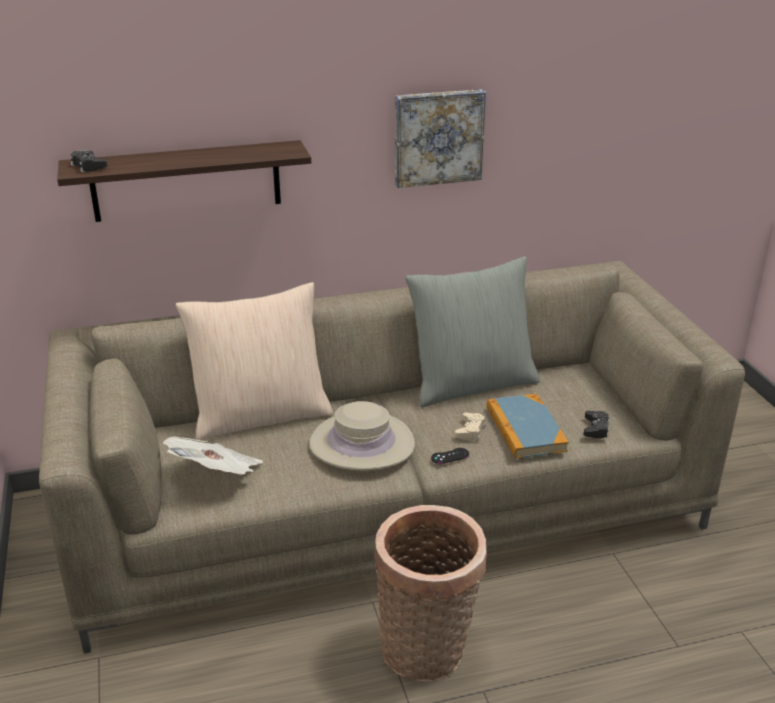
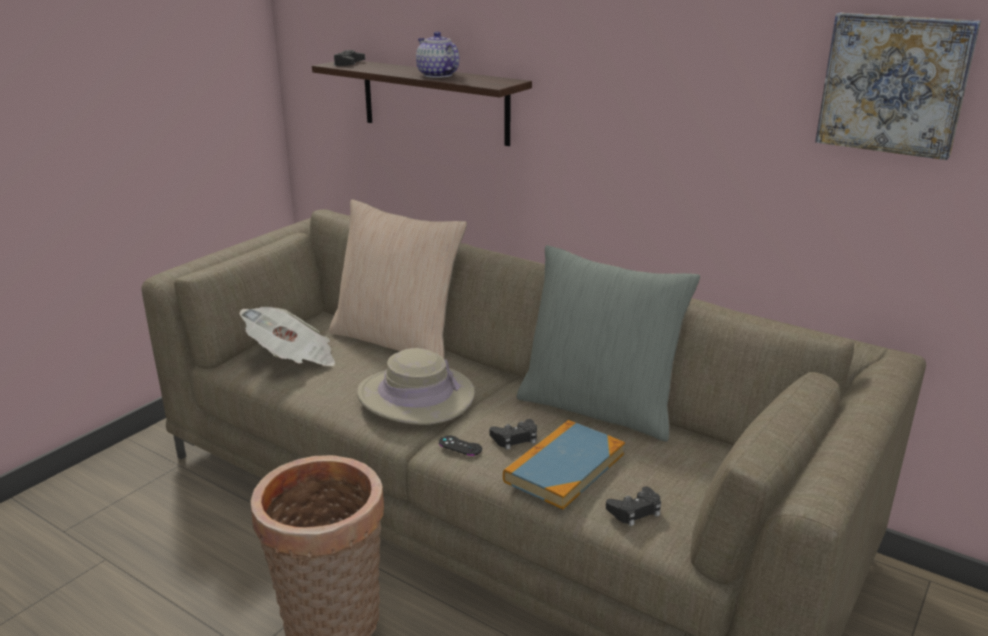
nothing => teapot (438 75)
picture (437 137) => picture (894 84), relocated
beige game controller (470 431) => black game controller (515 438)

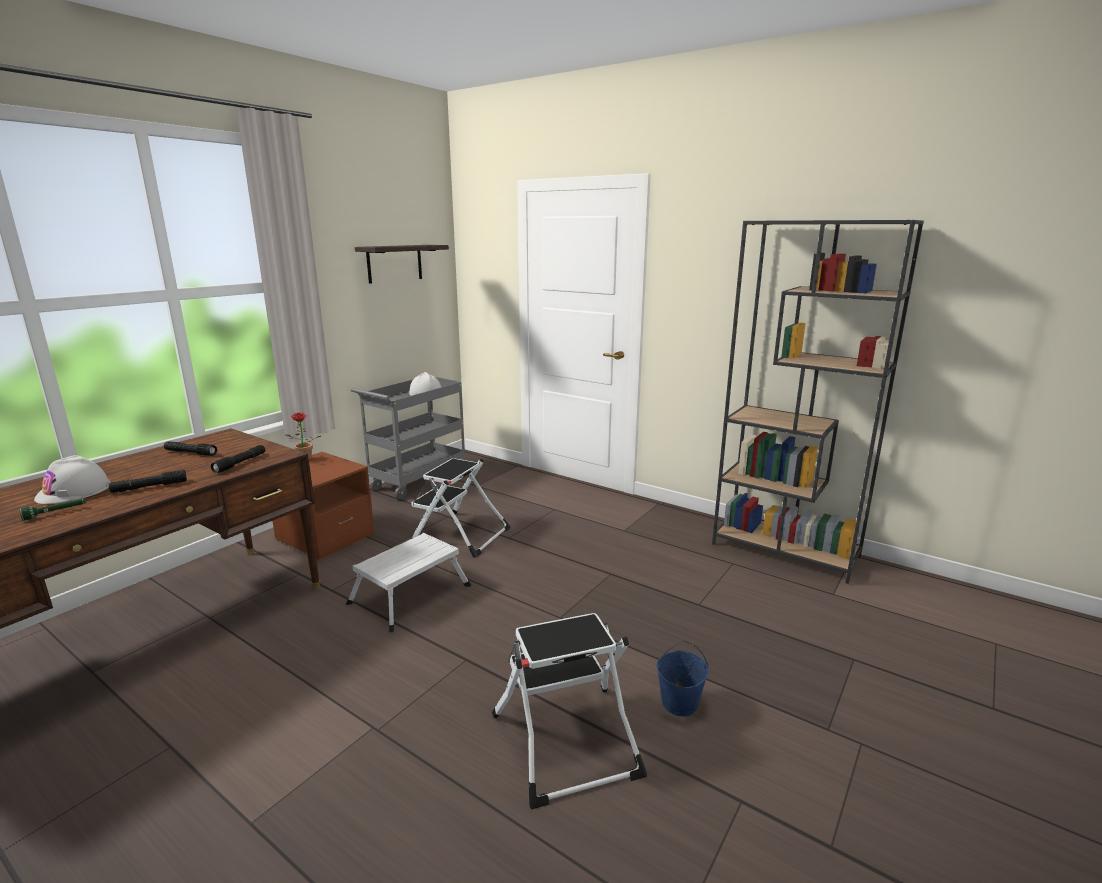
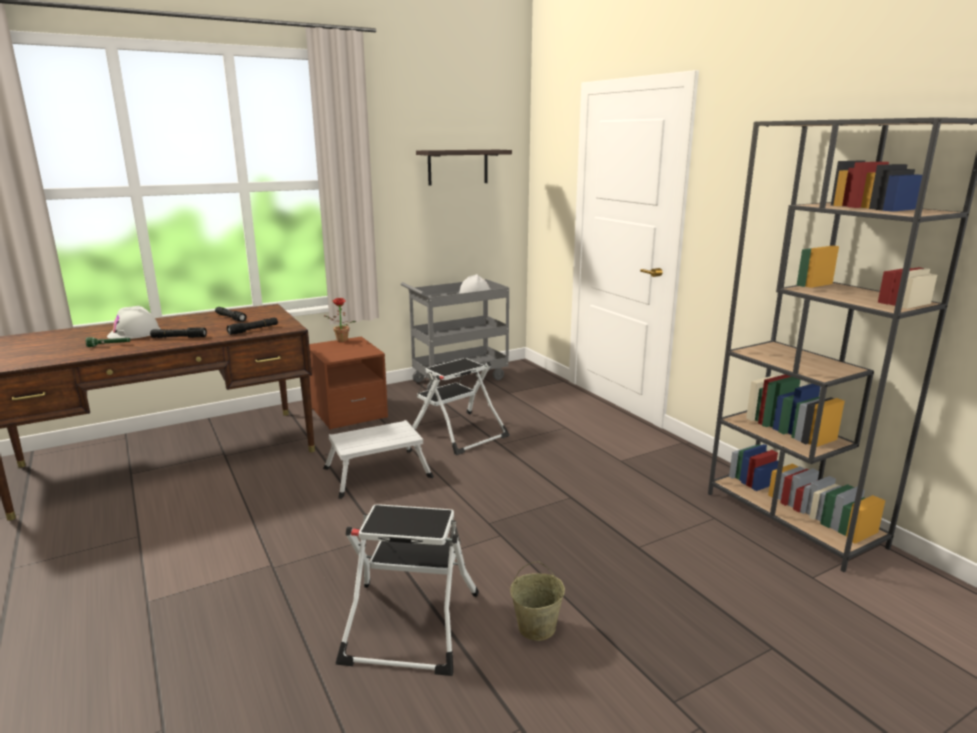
blue bucket (679 703) => beige bucket (537 627)

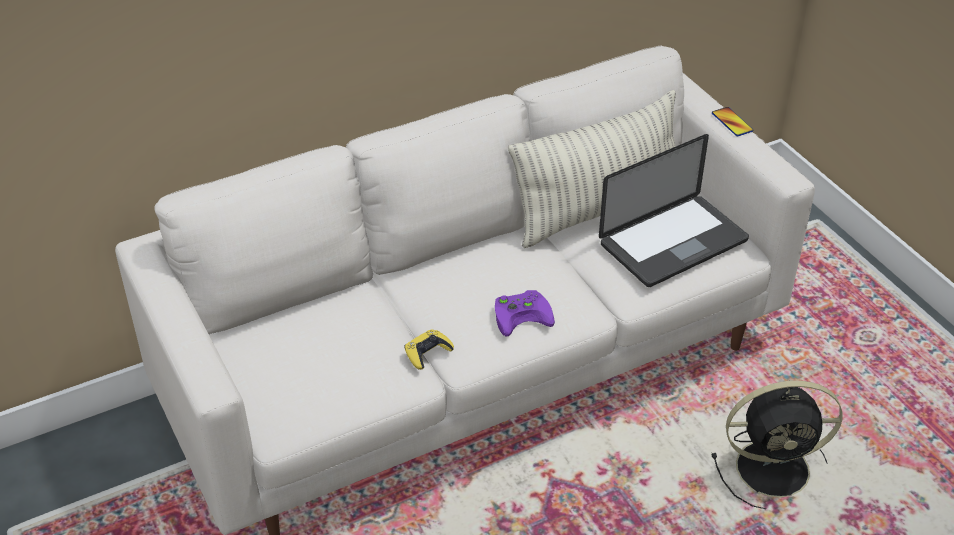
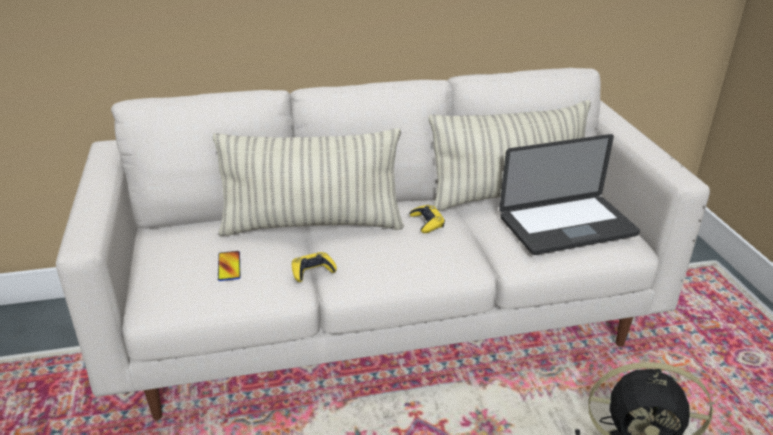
purple game controller (523 314) => nothing
nothing => pillow (312 225)
nothing => yellow game controller (427 222)
phone (732 122) => phone (229 266), relocated

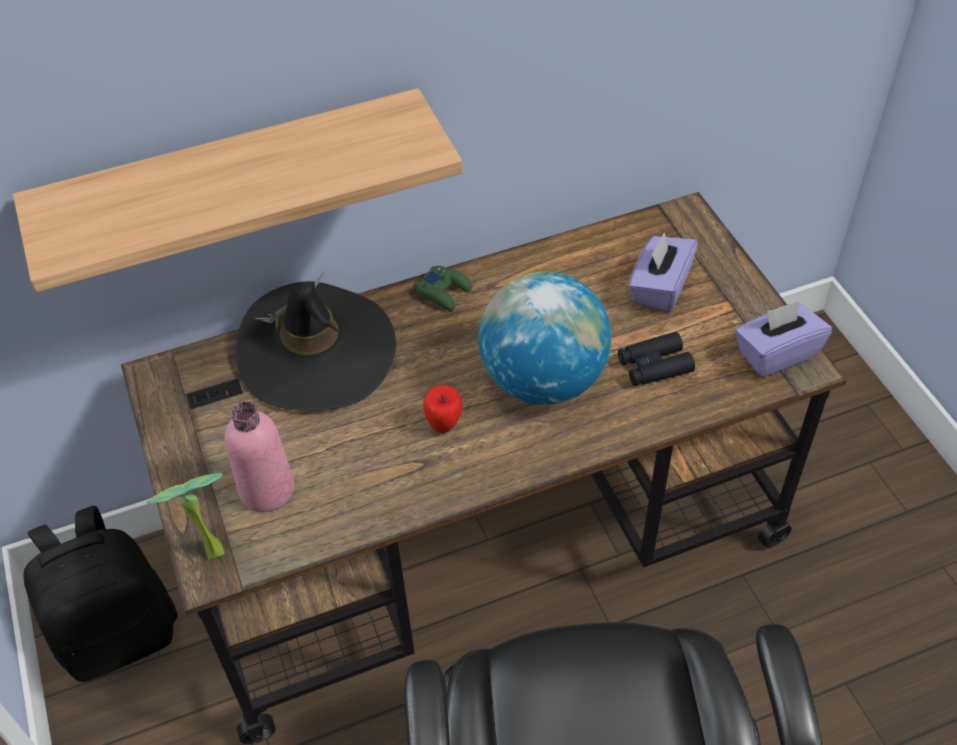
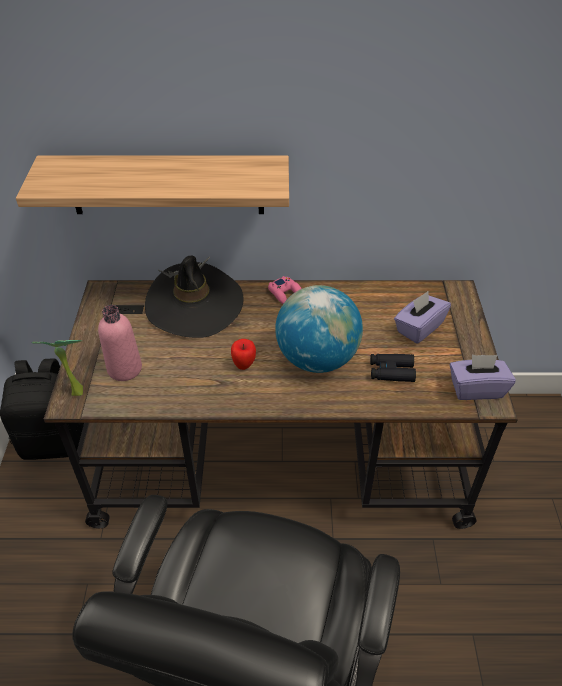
green game controller (444 292) => pink game controller (285 293)

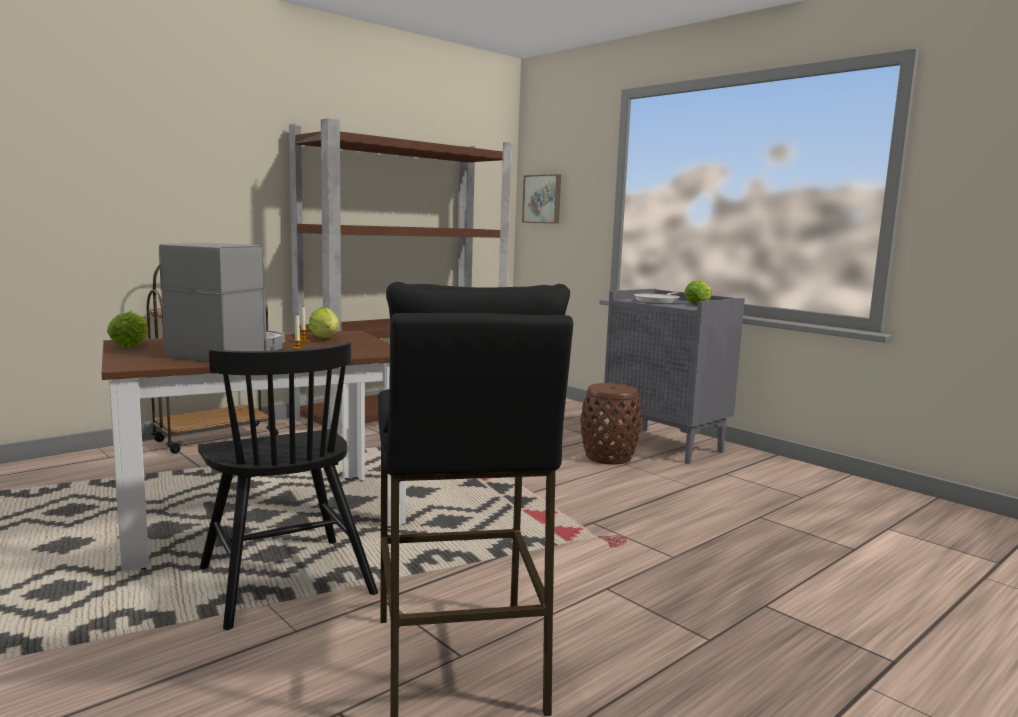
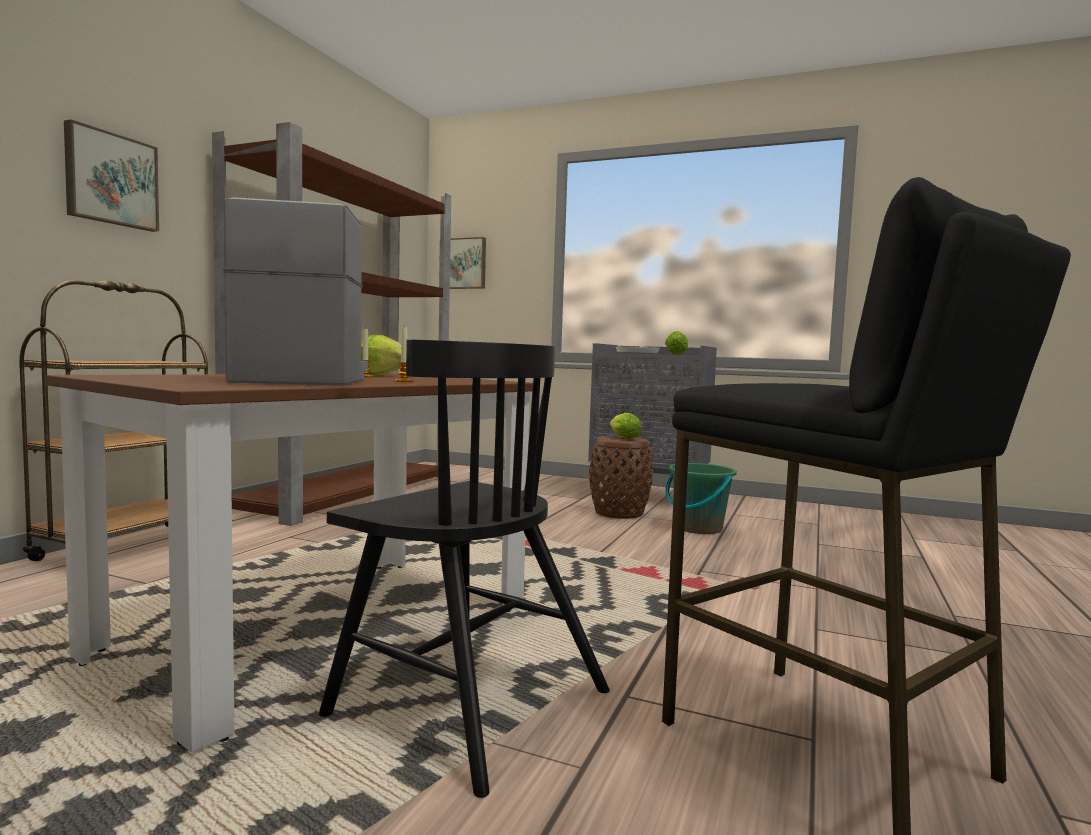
nothing => picture (110 179)
nothing => green bucket (698 528)
lettuce (132 345) => lettuce (622 438), relocated

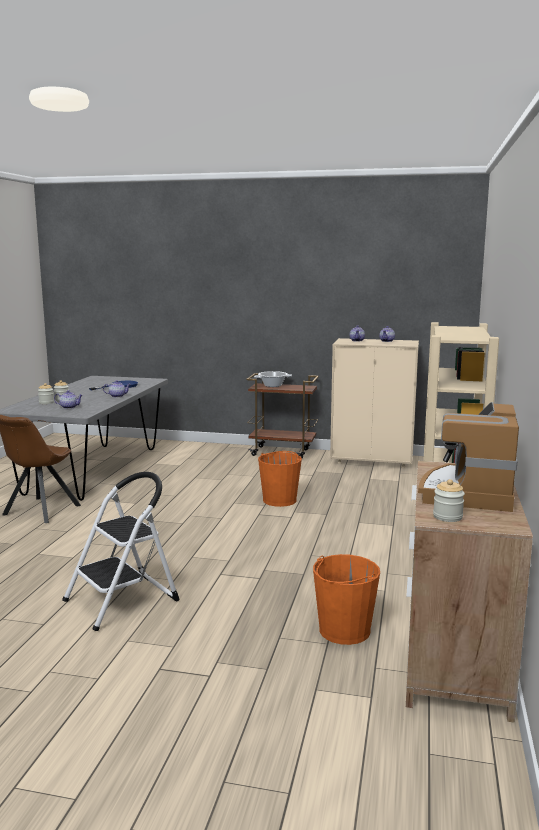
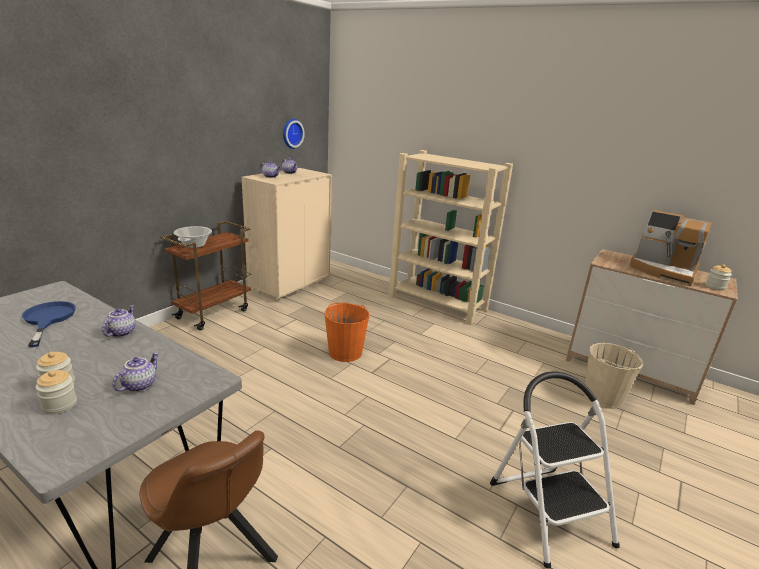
nothing => wall clock (291 133)
orange bucket (344 630) => beige bucket (603 397)

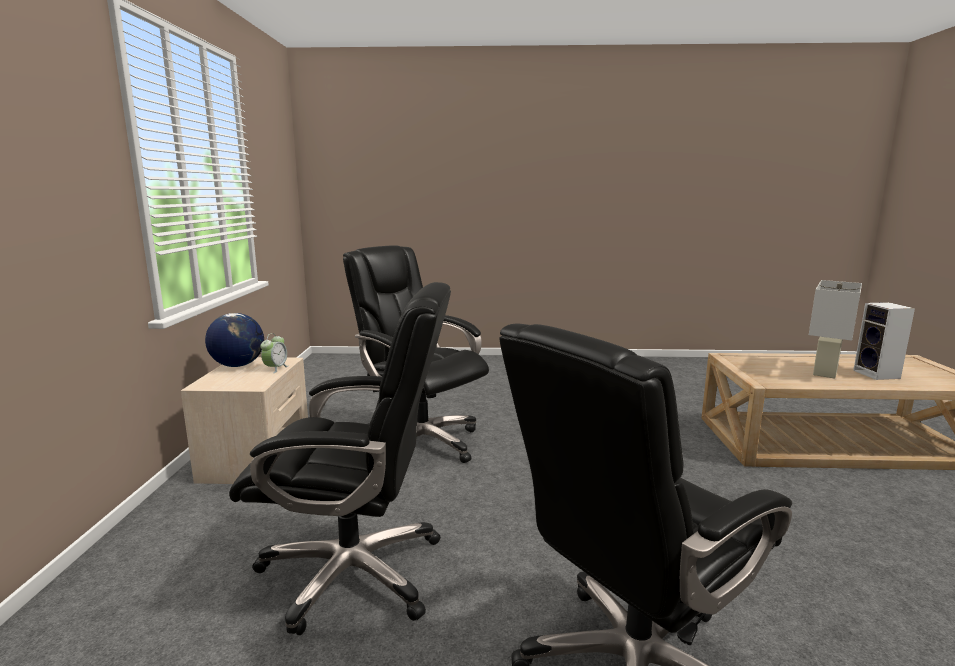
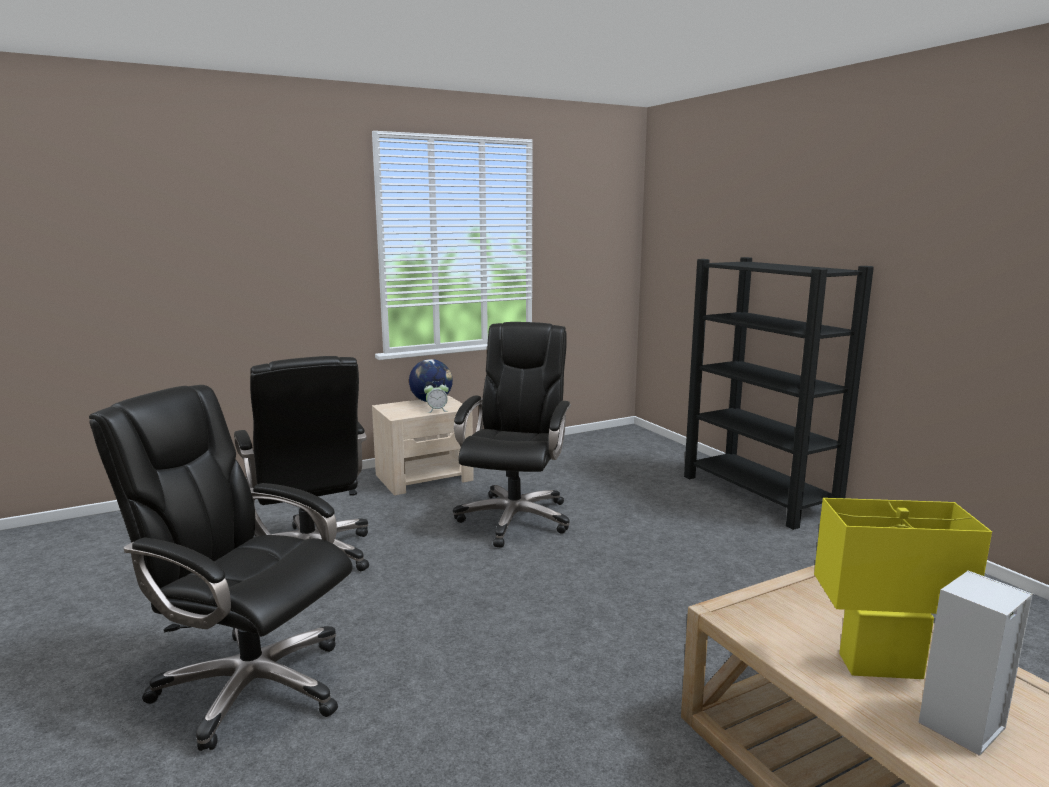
nothing => black bookcase (758 495)
white table lamp (825 372) => yellow table lamp (880 666)

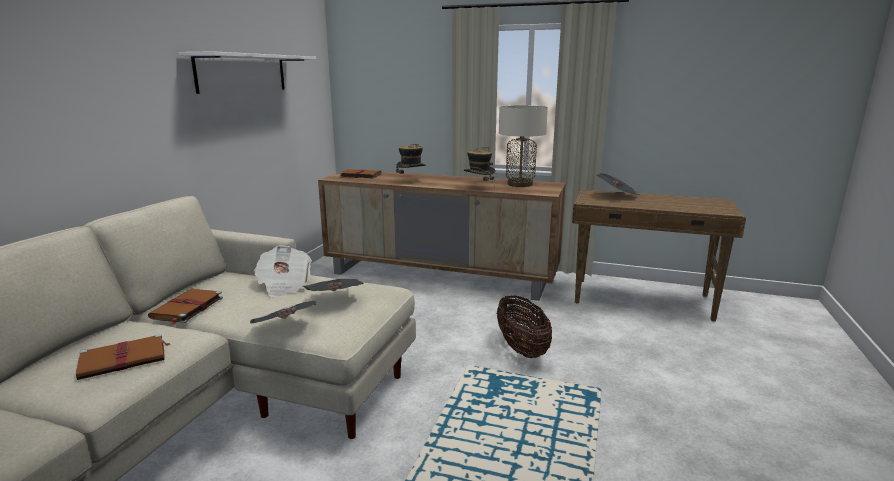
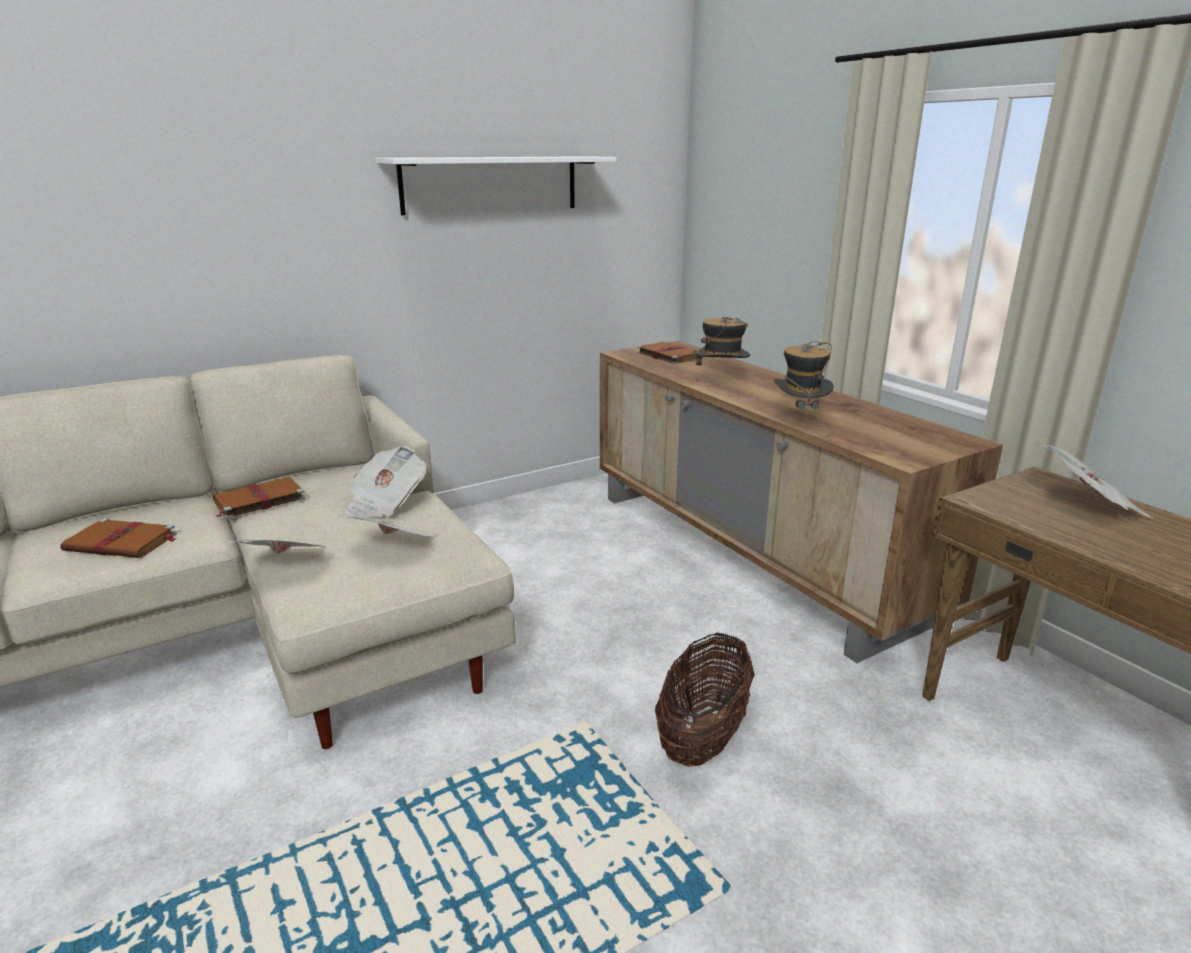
table lamp (520 184) => nothing

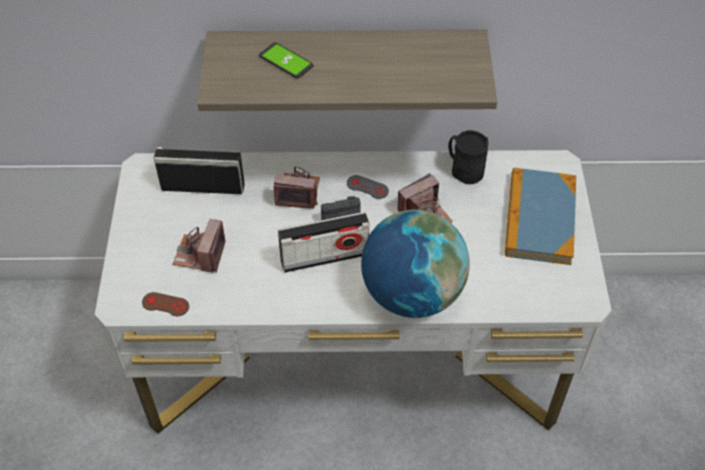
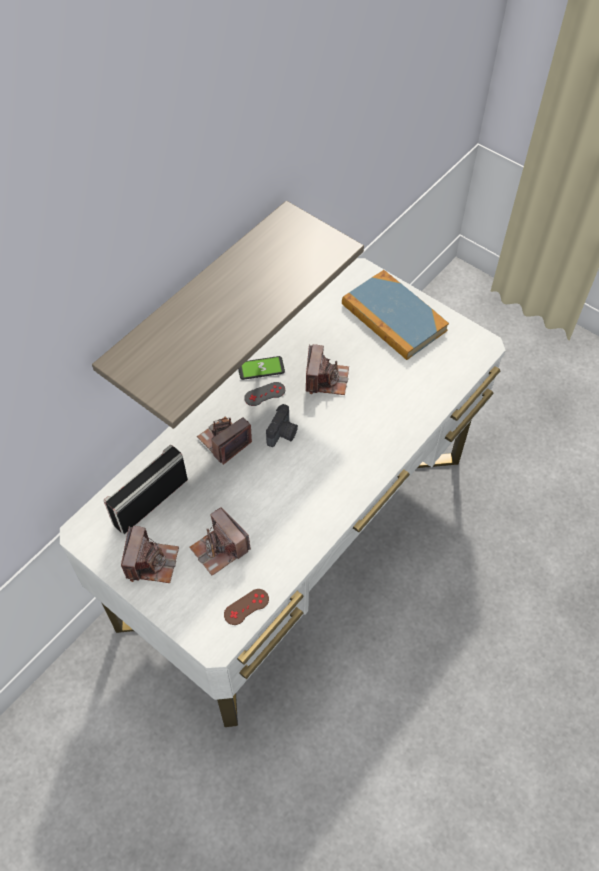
radio (324 257) => nothing
globe (412 293) => nothing
black mug (464 169) => nothing
nothing => photo camera (151 562)
phone (286 61) => phone (261 368), relocated

